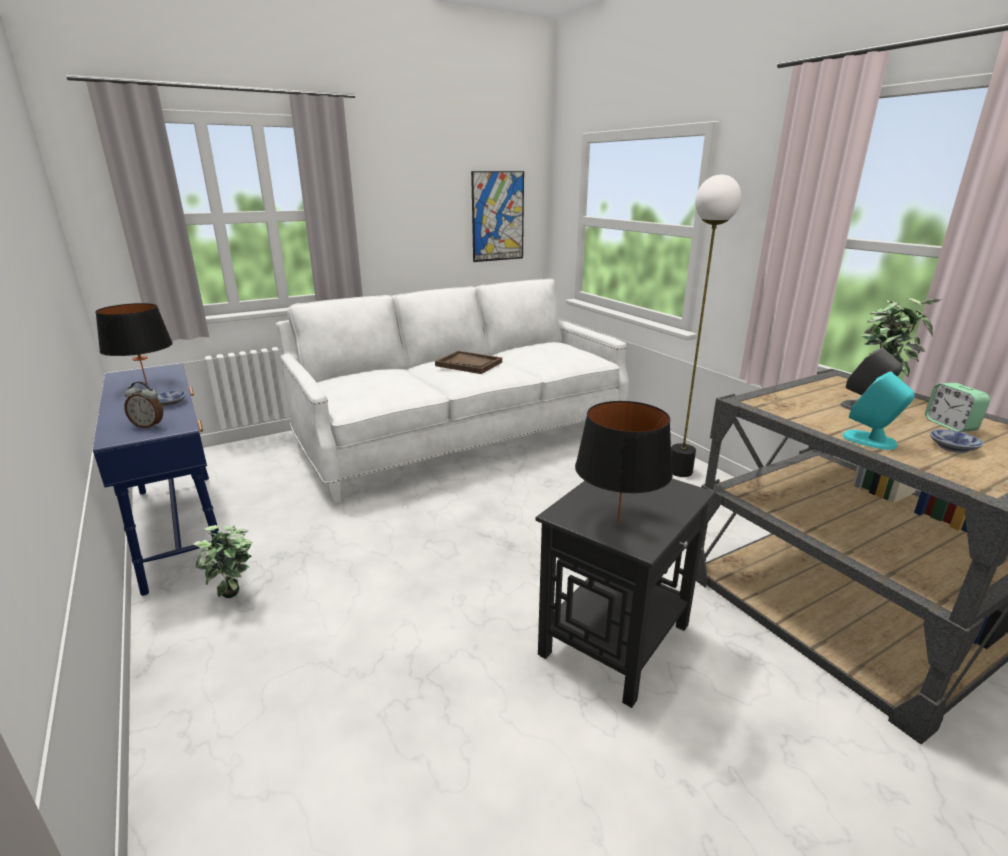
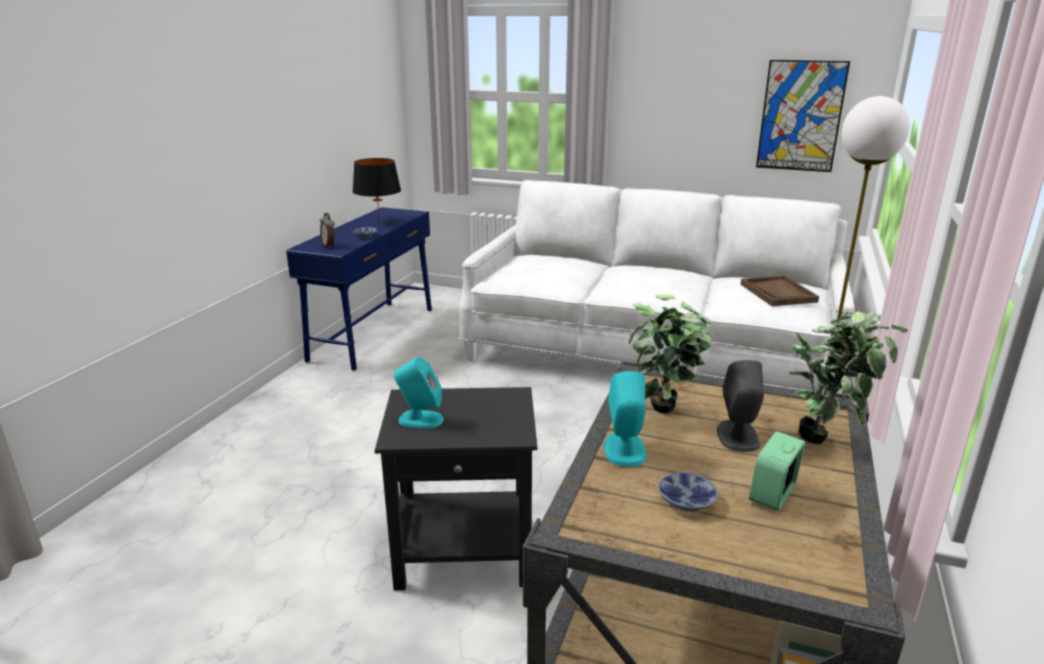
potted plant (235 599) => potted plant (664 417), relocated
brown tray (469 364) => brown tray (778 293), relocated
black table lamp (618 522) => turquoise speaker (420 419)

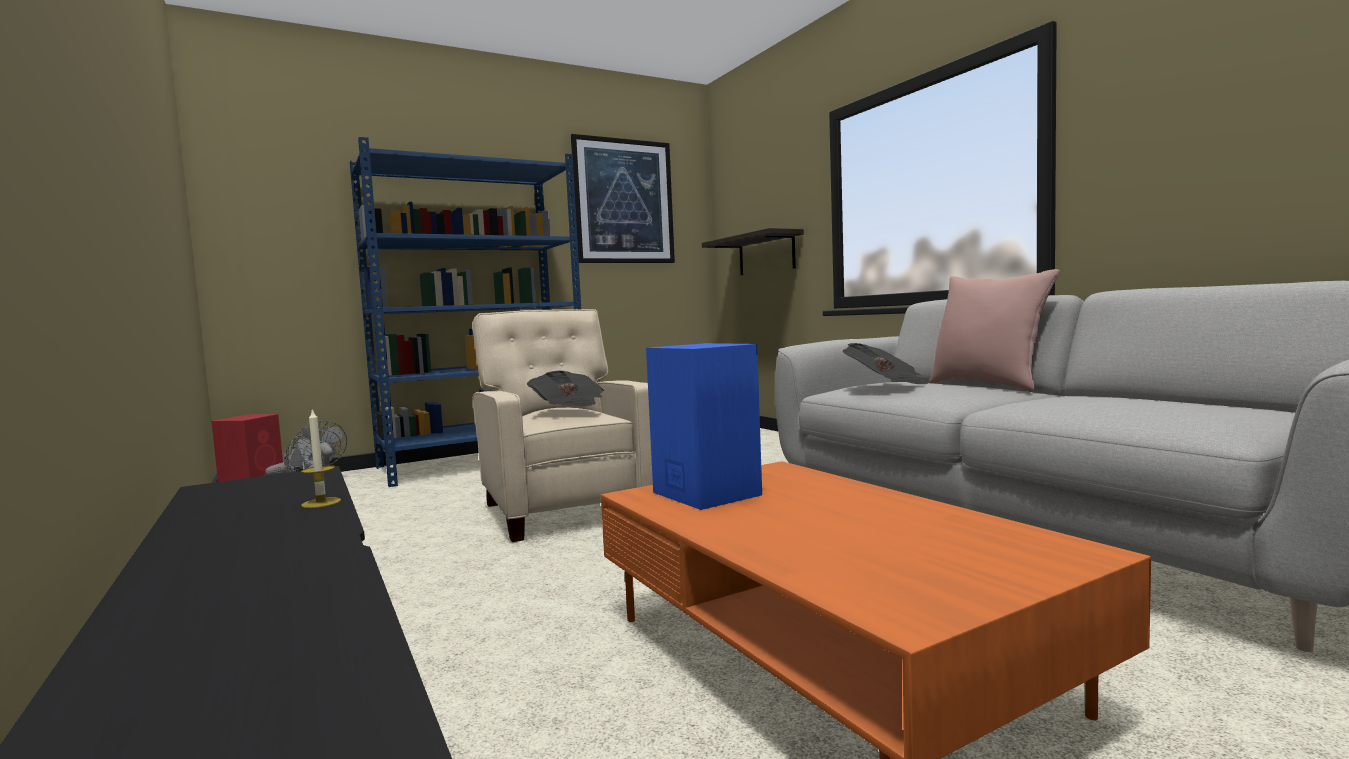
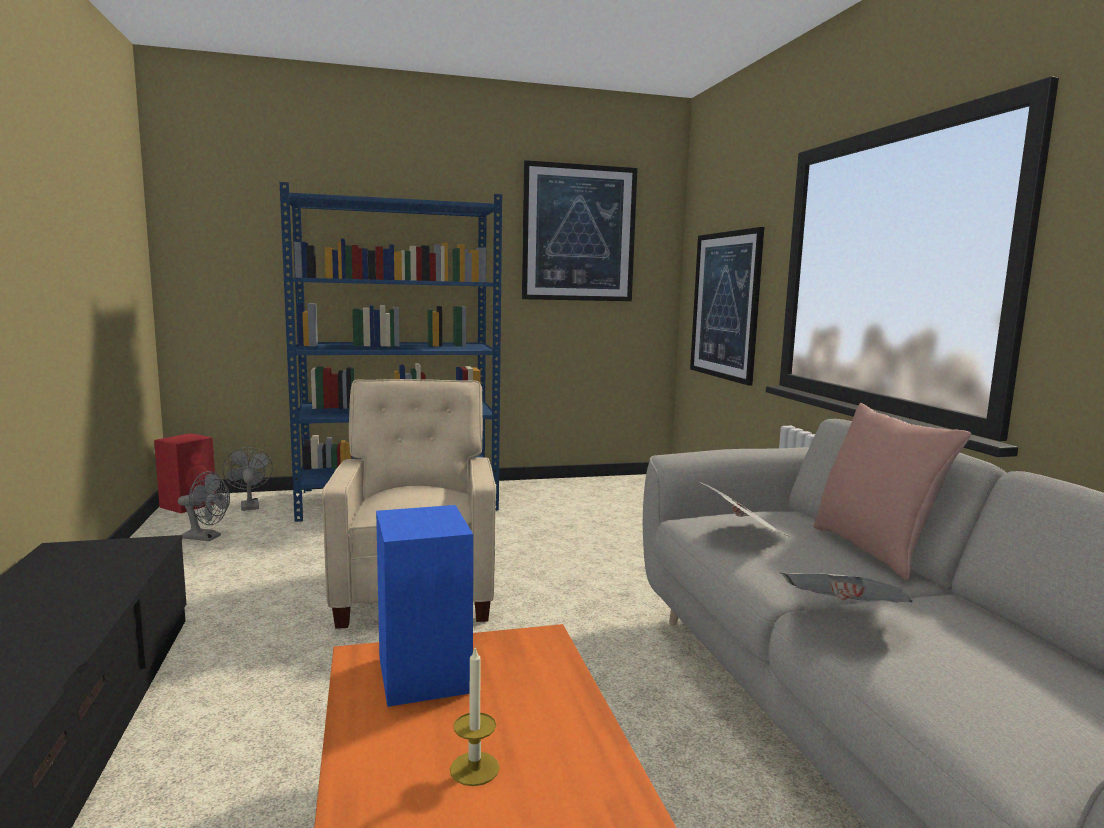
candle (321 503) => candle (474 768), relocated
newspaper (569 411) => newspaper (841 620), relocated
shelf (766 254) => picture (725 305)

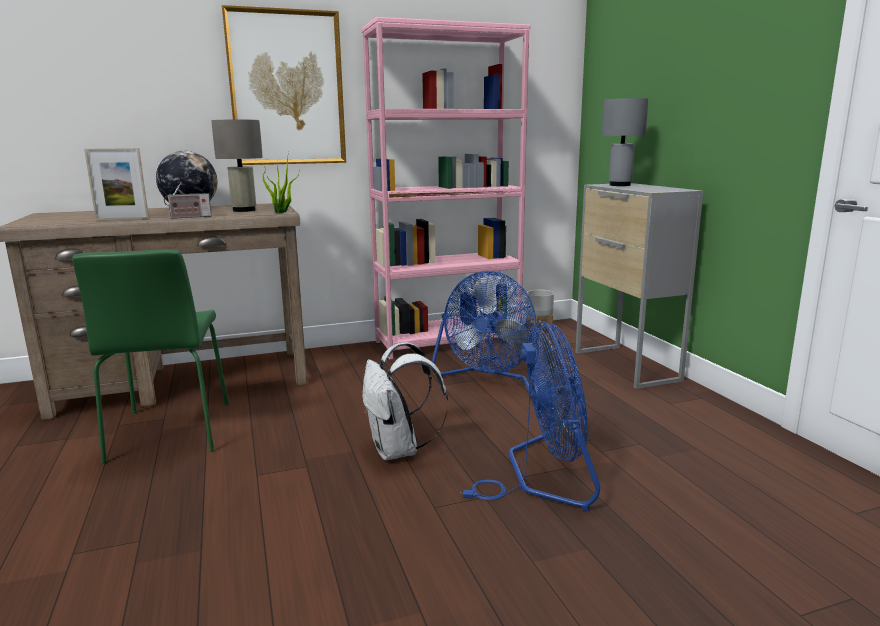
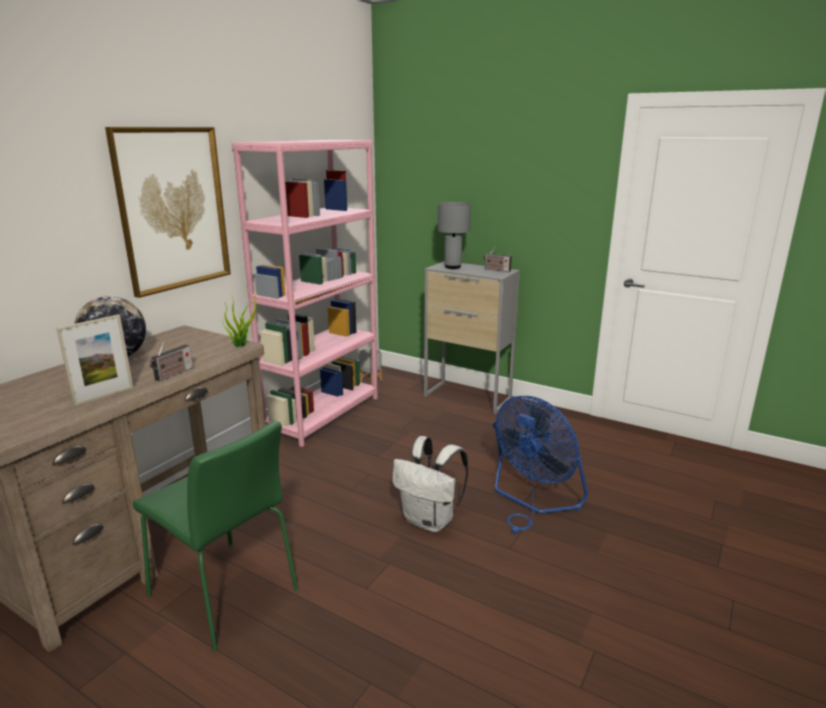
grey table lamp (244 210) => nothing
blue fan (489 379) => nothing
nothing => radio (496 270)

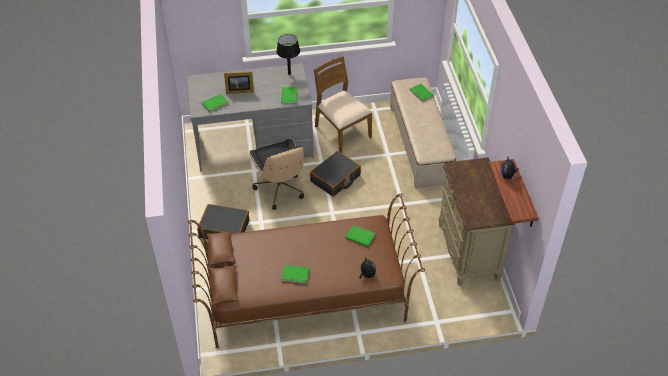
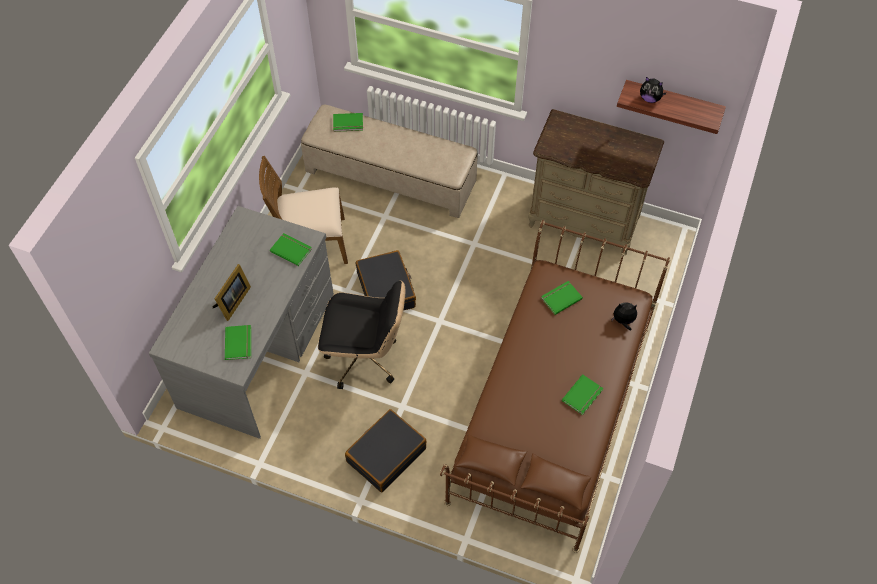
black table lamp (289 73) => nothing

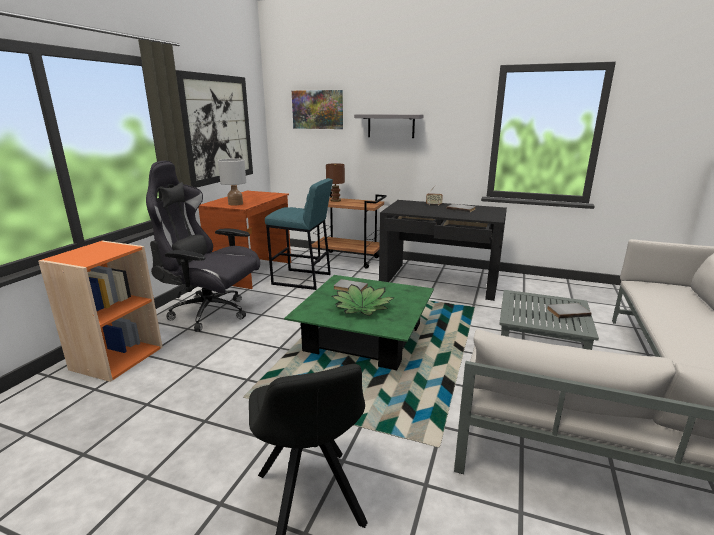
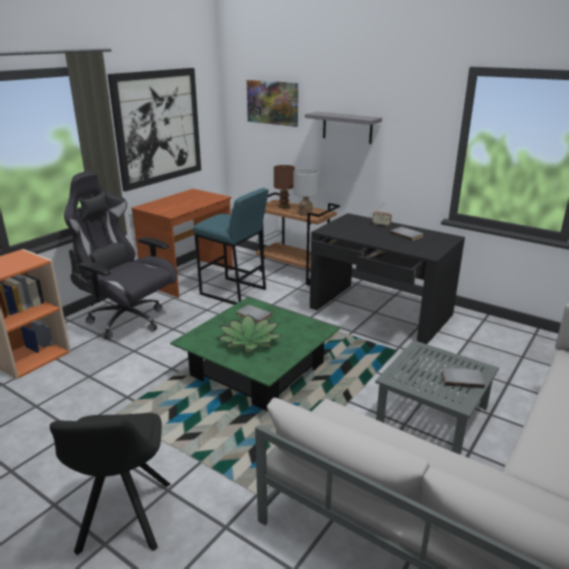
grey table lamp (235 204) => grey table lamp (305 213), relocated

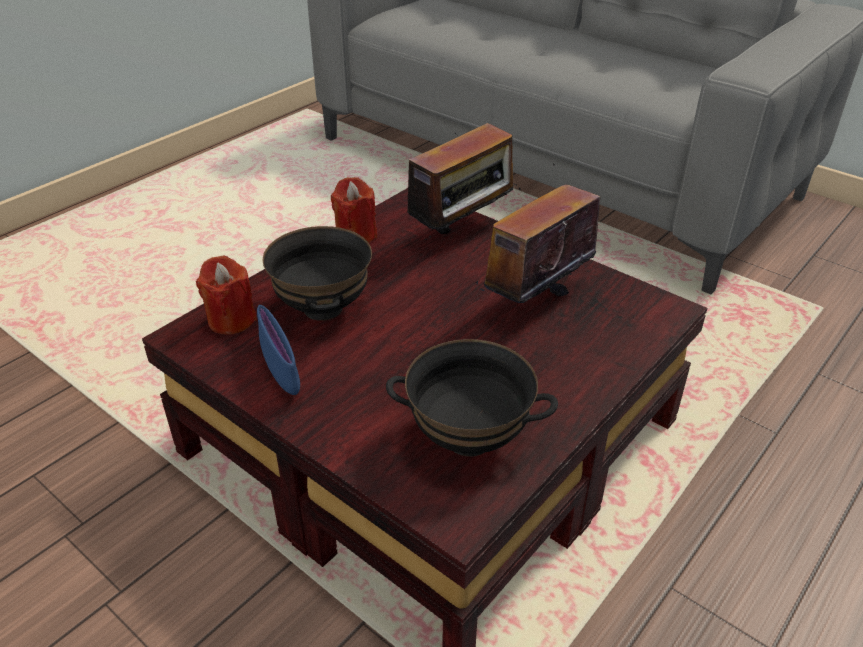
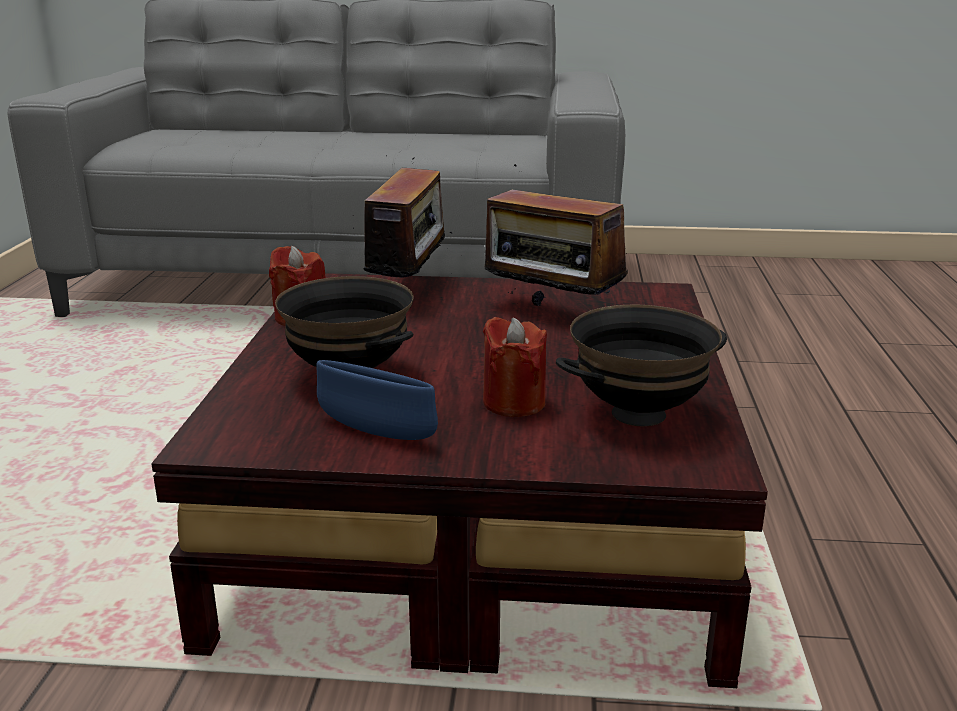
red candle (231 320) => red candle (514 403), relocated
radio (535 300) => radio (551 314), 60 degrees counterclockwise

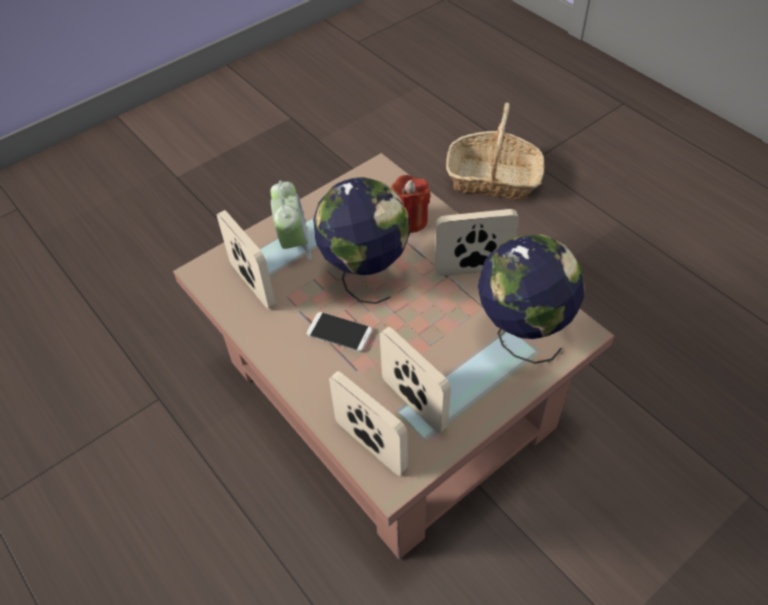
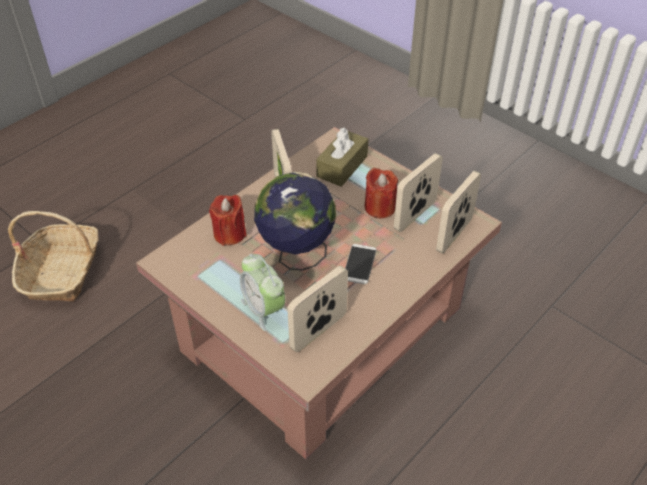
nothing => red candle (380 207)
globe (521 334) => brown tissue box (342 166)
alarm clock (294 243) => alarm clock (263 309), 105 degrees counterclockwise

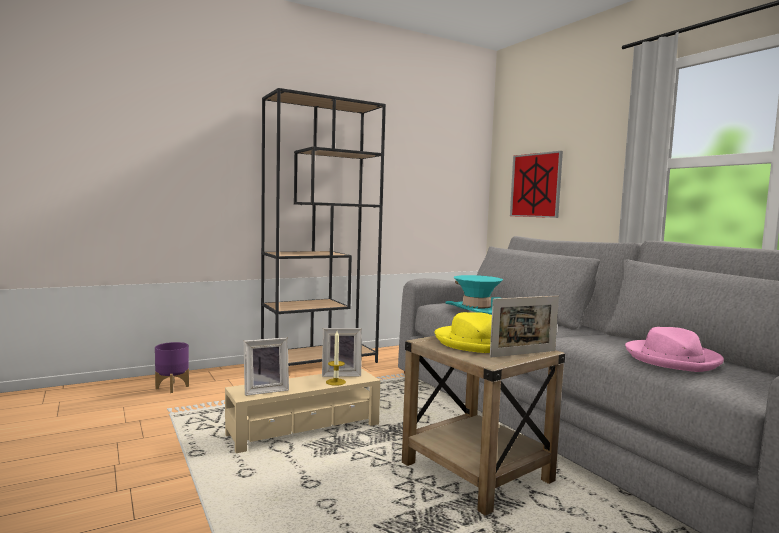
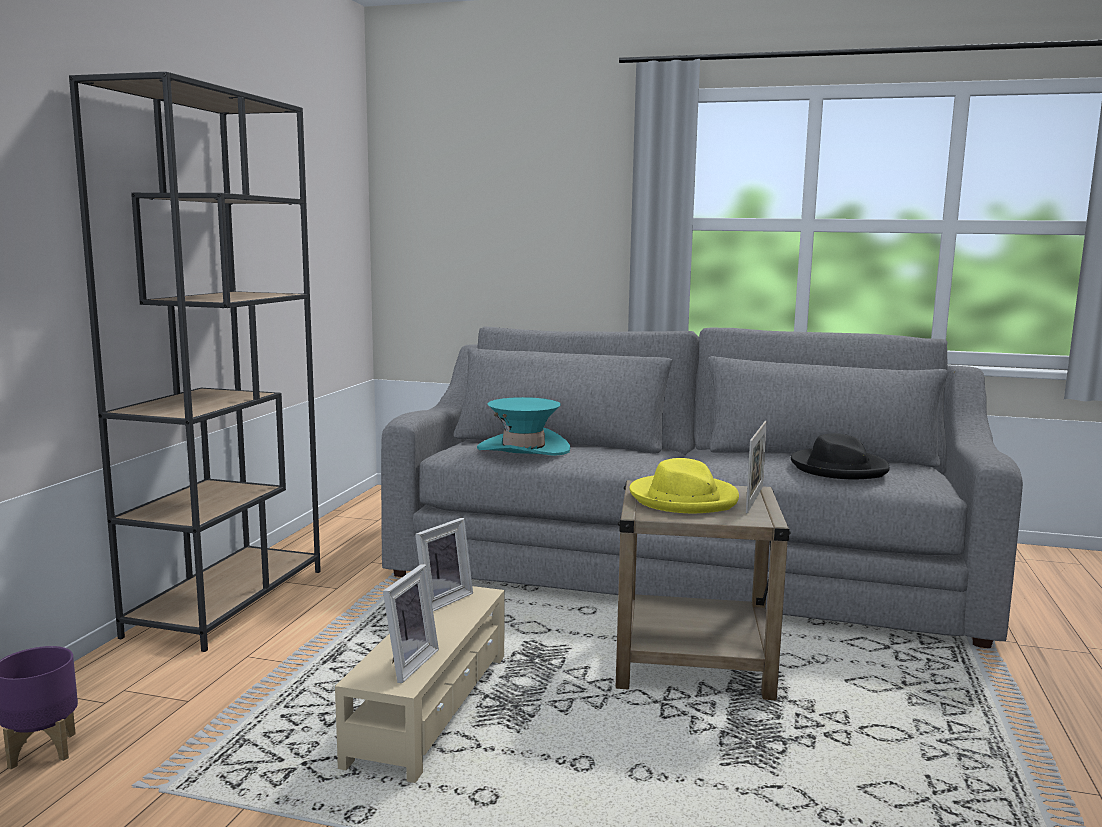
candle (335 382) => nothing
picture (535 185) => nothing
pink hat (672 359) => black hat (838 468)

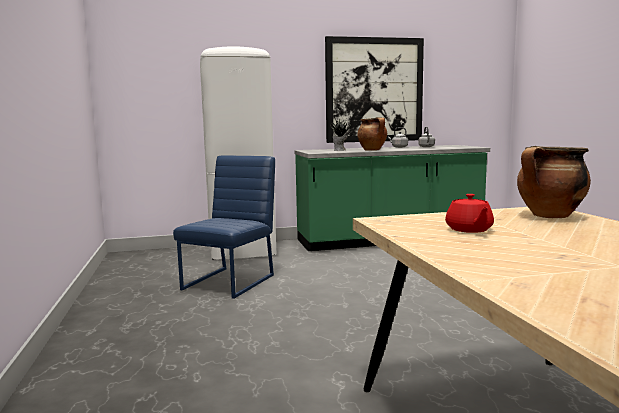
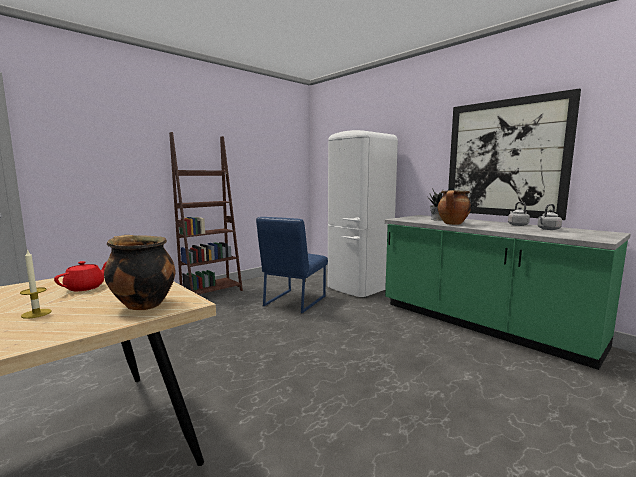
nothing => candle (36 313)
nothing => brown bookcase (211 292)
blue chair (231 281) => blue chair (293 301), 120 degrees clockwise
red teapot (469 230) => red teapot (86 287), 150 degrees clockwise

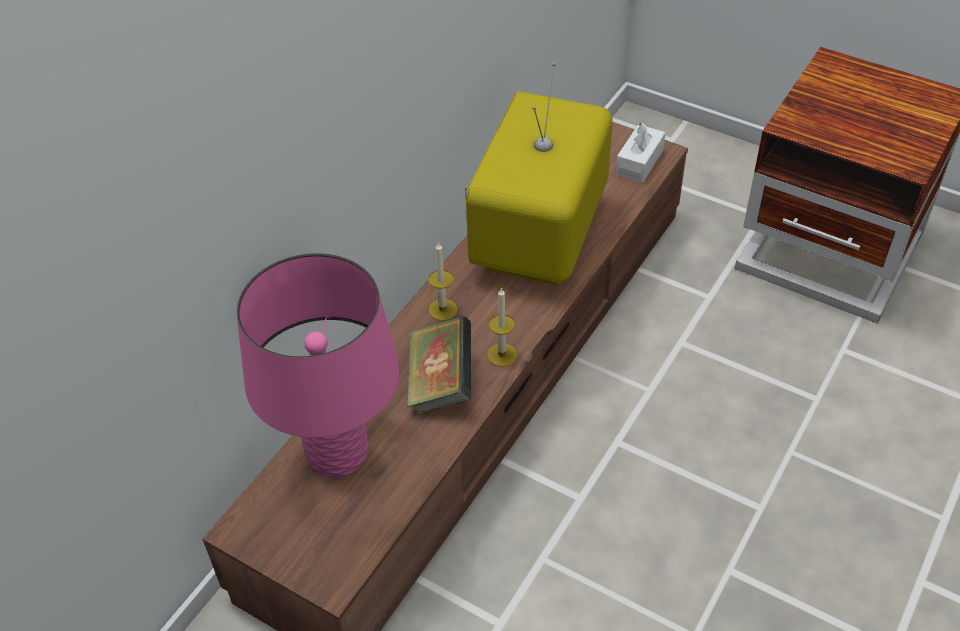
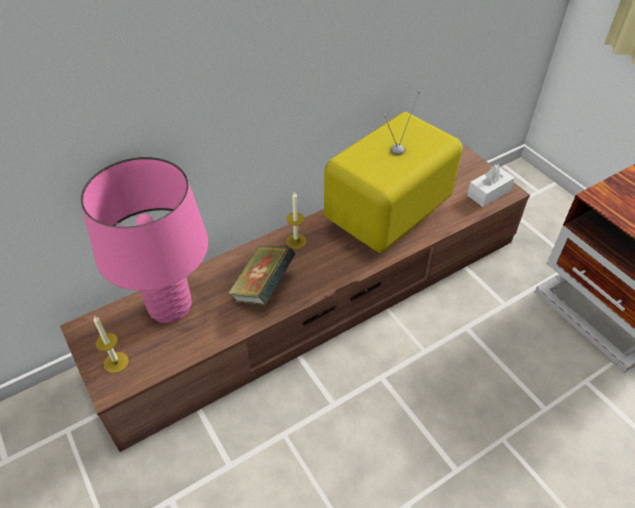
candle (502 355) => candle (116 362), relocated

